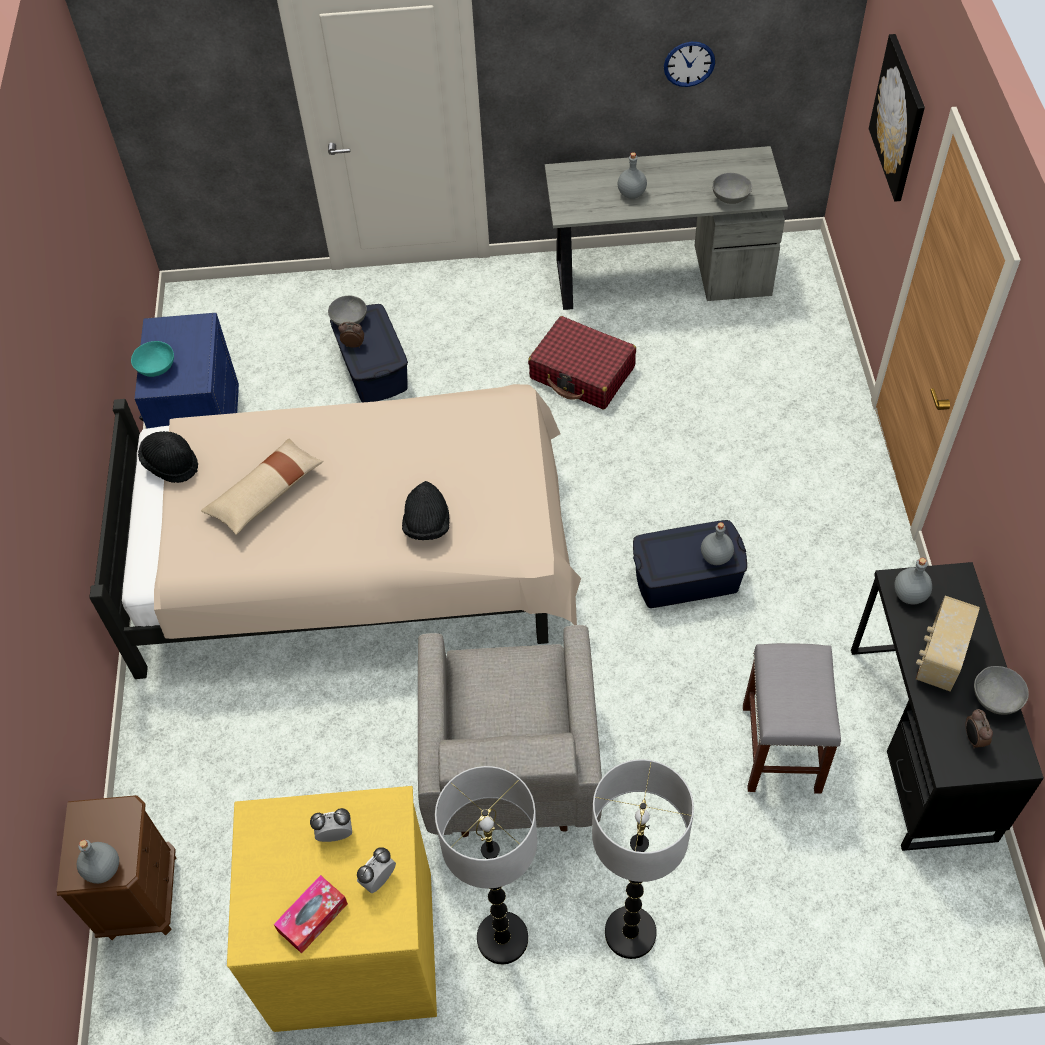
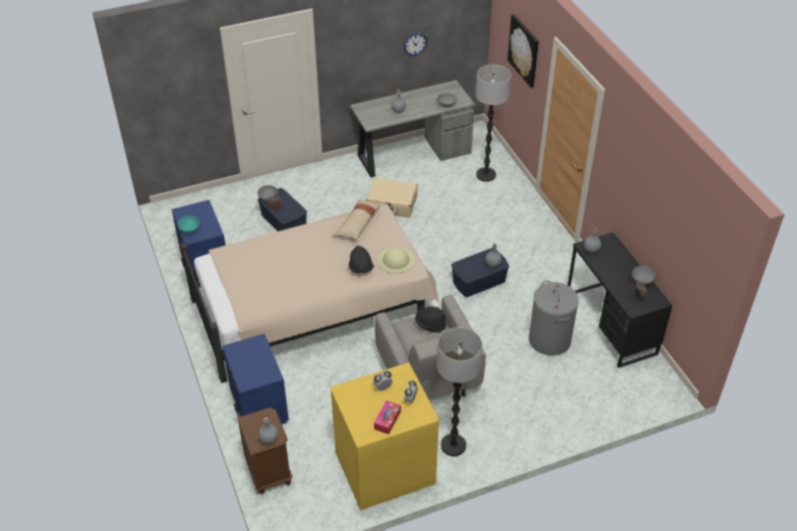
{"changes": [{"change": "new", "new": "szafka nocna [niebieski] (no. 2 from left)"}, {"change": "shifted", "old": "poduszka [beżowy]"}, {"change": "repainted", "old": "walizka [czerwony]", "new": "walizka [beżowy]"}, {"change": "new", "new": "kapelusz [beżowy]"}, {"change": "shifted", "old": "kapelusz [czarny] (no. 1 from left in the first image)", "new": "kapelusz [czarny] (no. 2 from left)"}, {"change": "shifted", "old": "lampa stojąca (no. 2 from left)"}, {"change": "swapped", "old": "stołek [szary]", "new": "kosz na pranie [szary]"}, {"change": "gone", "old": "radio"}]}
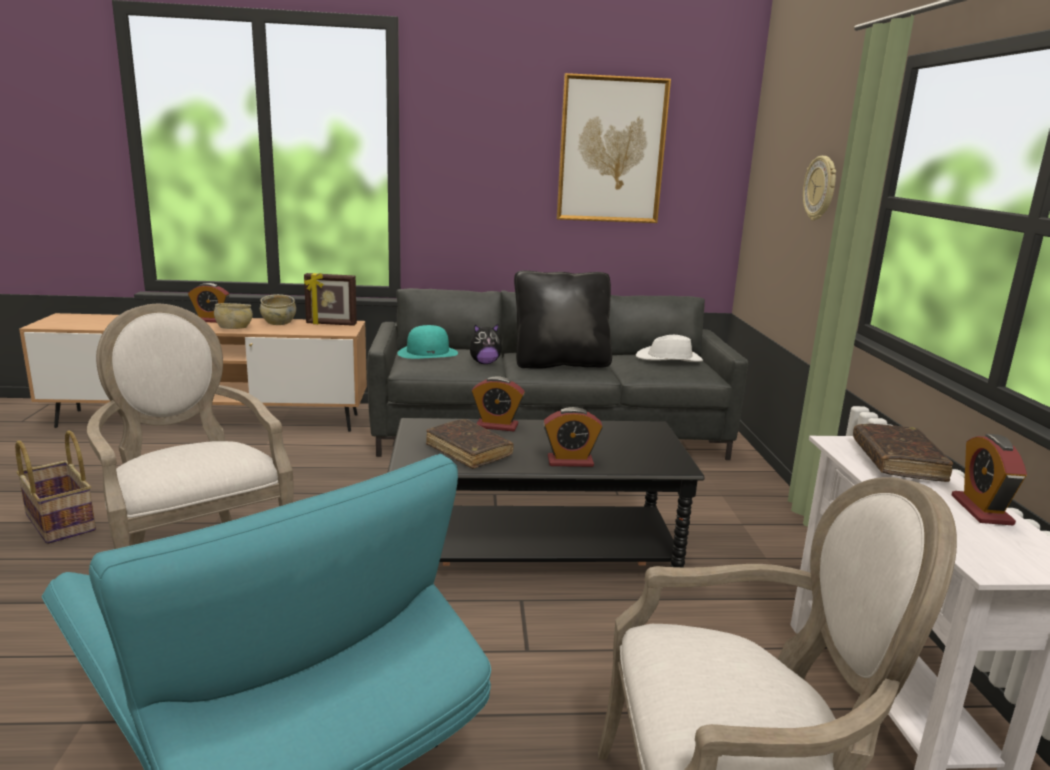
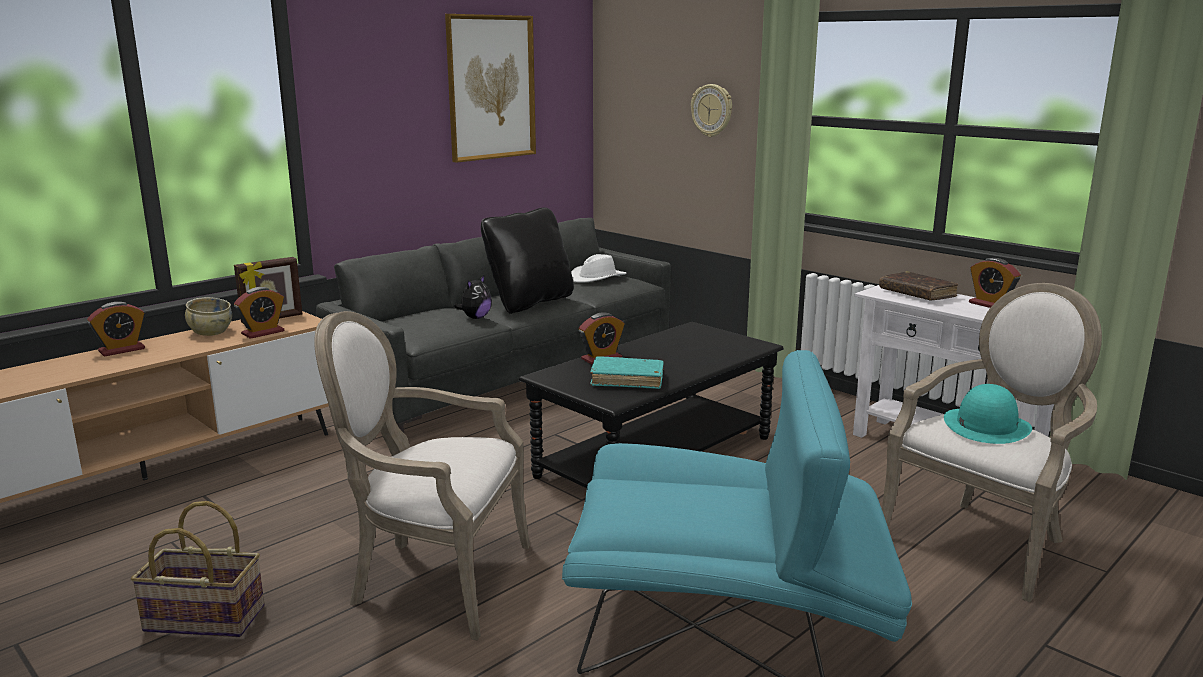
{"changes": [{"change": "shifted", "old": "budzik (no. 3 from left in the first image)", "new": "budzik (no. 2 from left)"}, {"change": "repainted", "old": "książka [brązowy] (no. 1 from left)", "new": "książka [turkusowy]"}, {"change": "shifted", "old": "kapelusz [turkusowy]"}, {"change": "gone", "old": "miska [beżowy] (no. 1 from left)"}]}
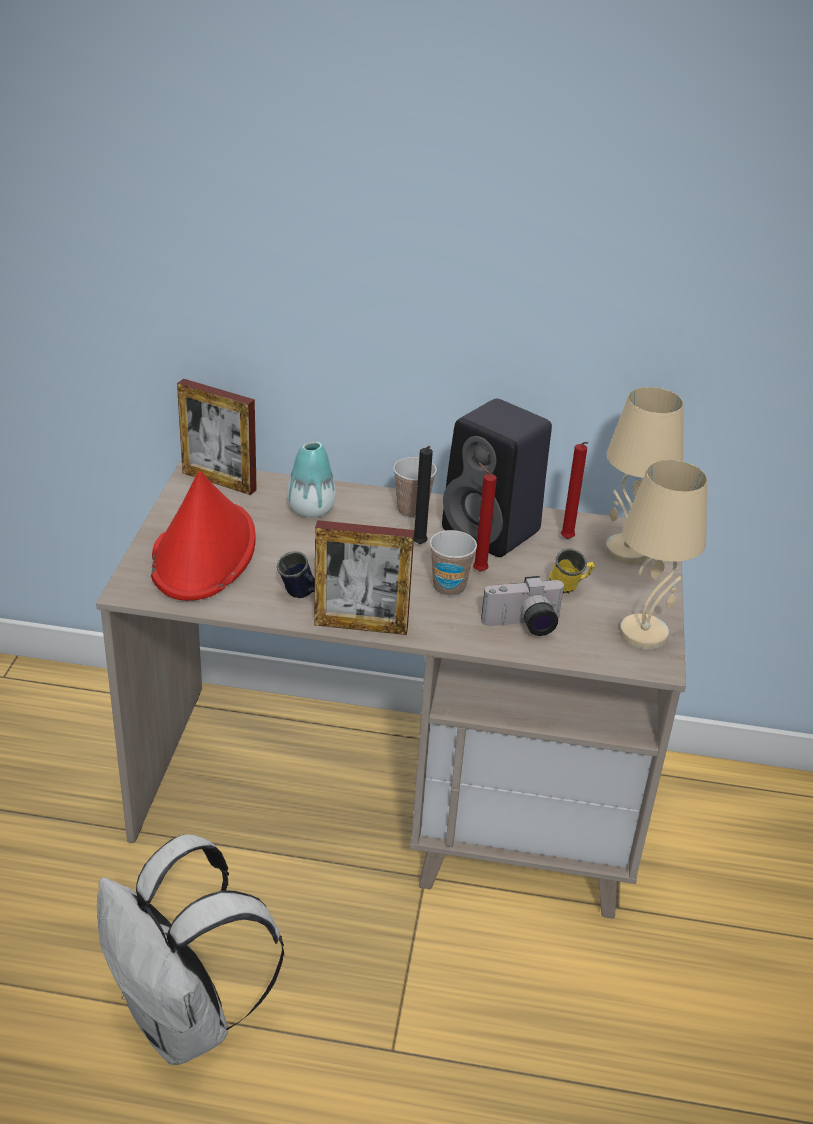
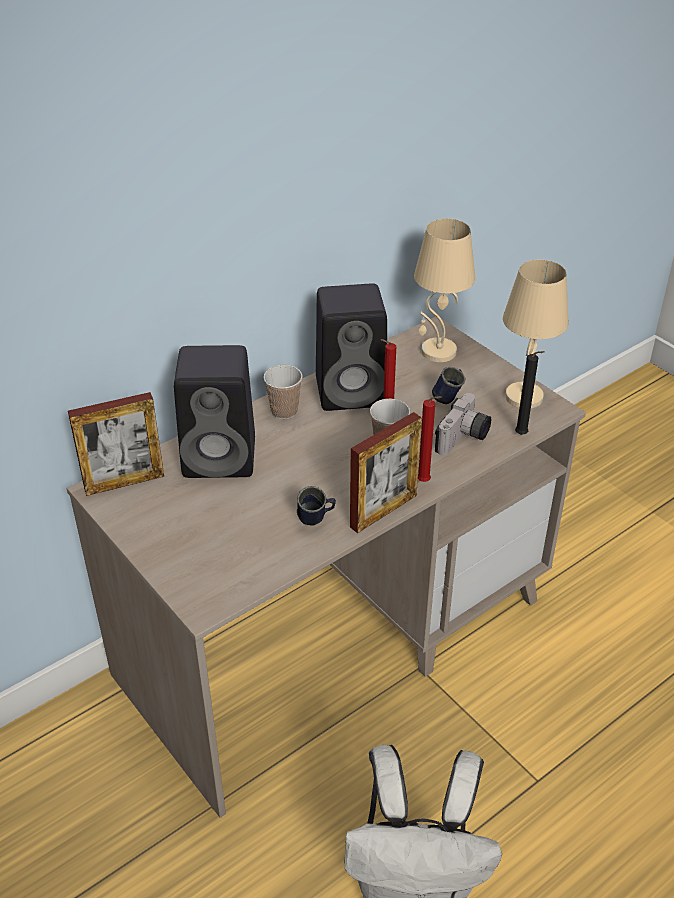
{"changes": [{"change": "swapped", "old": "wazon", "new": "głośnik [czarny] (no. 1 from left)"}, {"change": "shifted", "old": "świeca [czerwony] (no. 2 from left)"}, {"change": "repainted", "old": "kubek [żółty]", "new": "kubek [niebieski] (no. 2 from left)"}, {"change": "shifted", "old": "świeca [czarny]"}, {"change": "gone", "old": "kapelusz [czerwony]"}]}
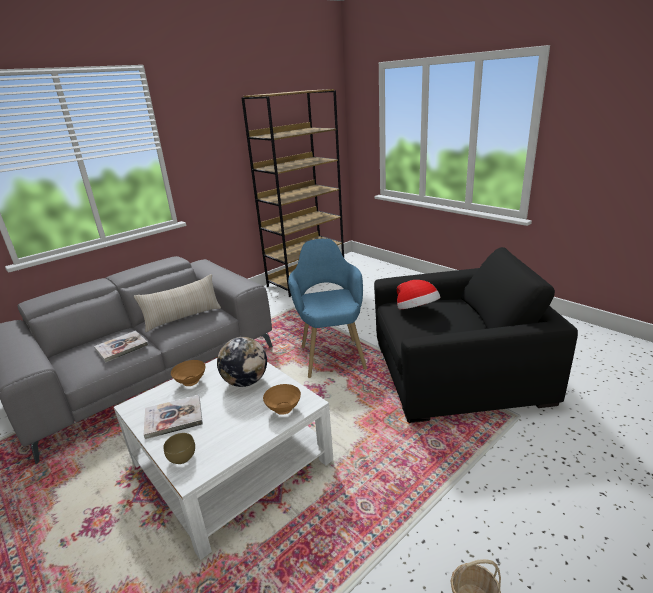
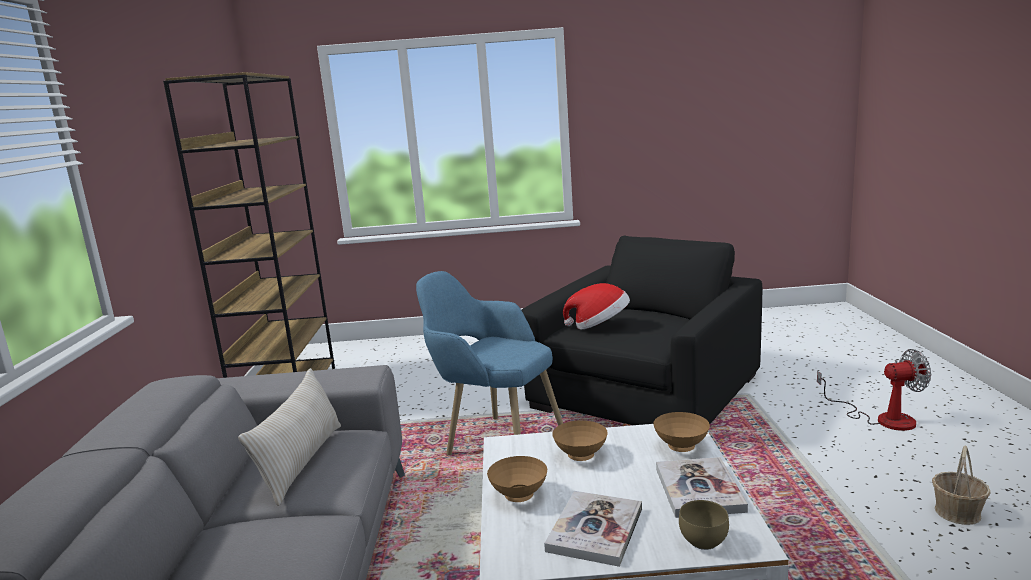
{"changes": [{"change": "swapped", "old": "globus", "new": "miska [brązowy] (no. 2 from left)"}, {"change": "shifted", "old": "książka (no. 1 from left in the first image)", "new": "książka (no. 2 from left)"}, {"change": "new", "new": "wentylator"}]}
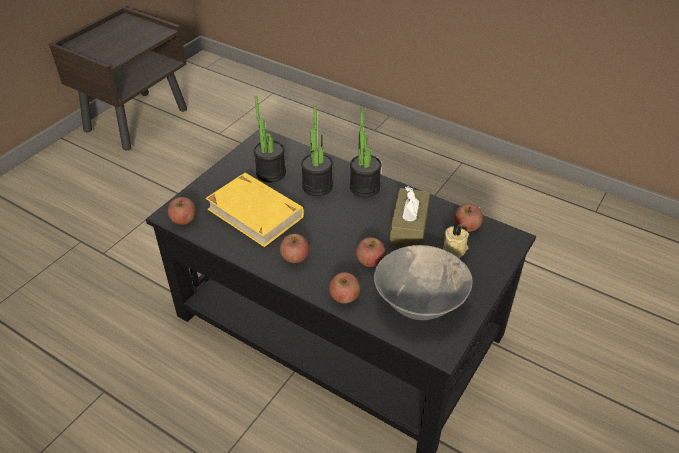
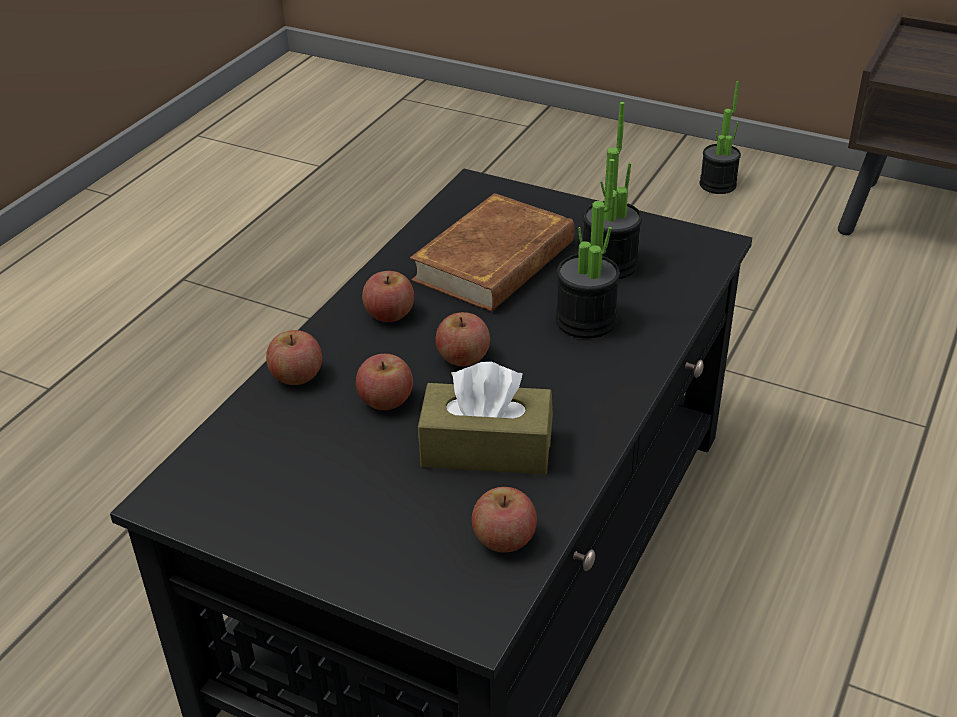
{"changes": [{"change": "repainted", "old": "książka [żółty]", "new": "książka [brązowy]"}, {"change": "shifted", "old": "jabłko (no. 1 from left in the first image)", "new": "jabłko (no. 4 from left)"}, {"change": "shifted", "old": "roślina doniczkowa (no. 3 from left)"}, {"change": "gone", "old": "miska [szary]"}, {"change": "gone", "old": "świeca [beżowy]"}]}
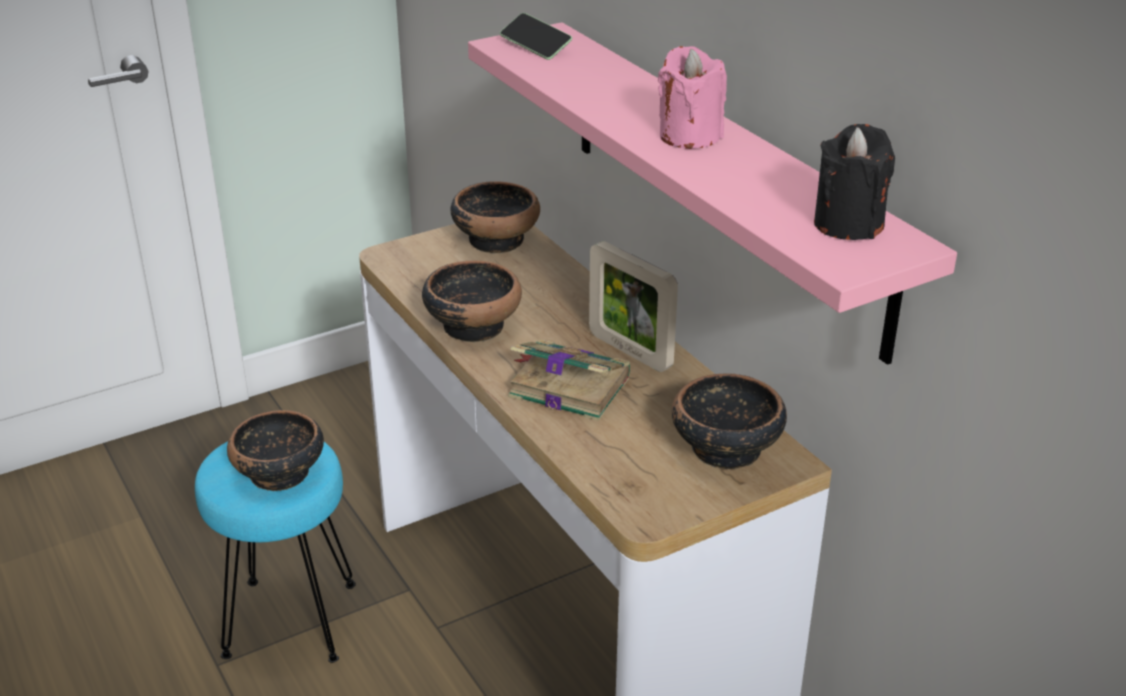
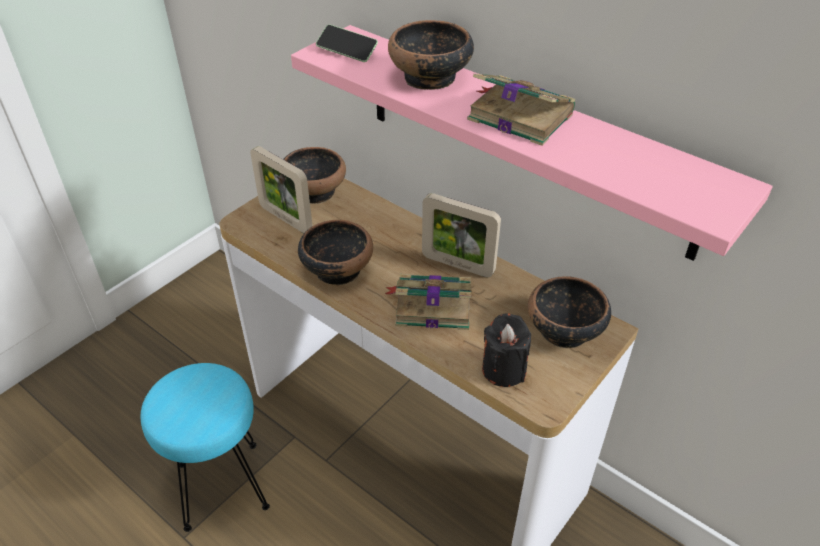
{"changes": [{"change": "new", "new": "ramka na zdjęcie (no. 1 from left)"}, {"change": "shifted", "old": "miska (no. 1 from left in the first image)", "new": "miska (no. 3 from left)"}, {"change": "swapped", "old": "świeca [różowy]", "new": "książka (no. 2 from left)"}, {"change": "shifted", "old": "świeca [czarny]"}]}
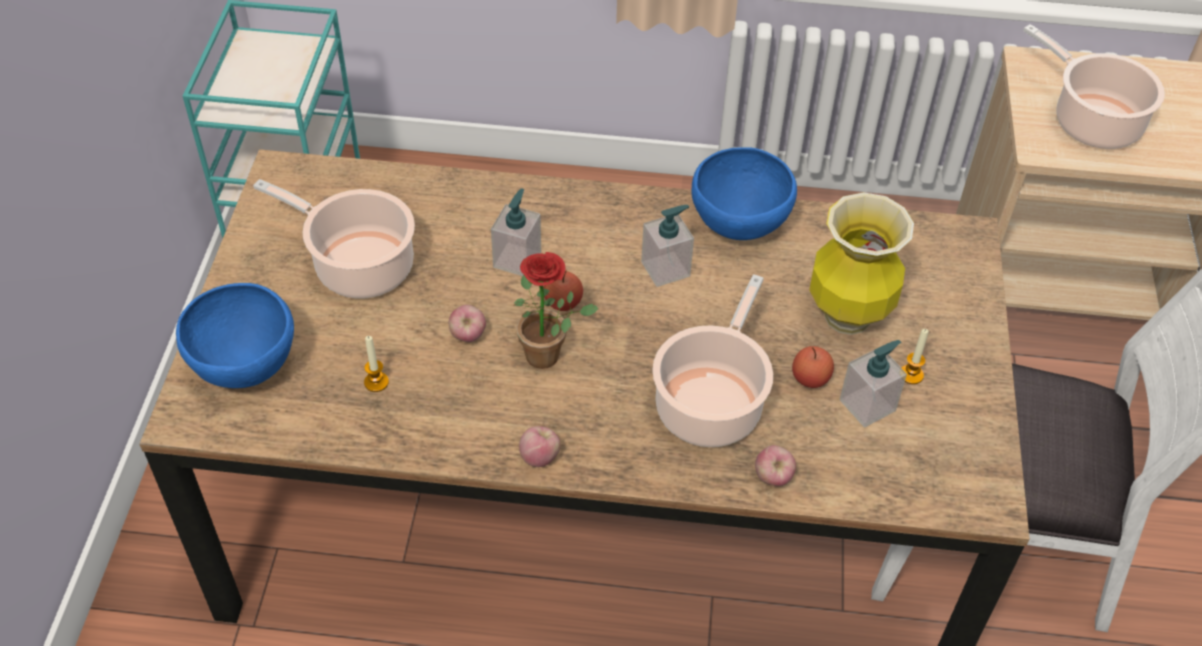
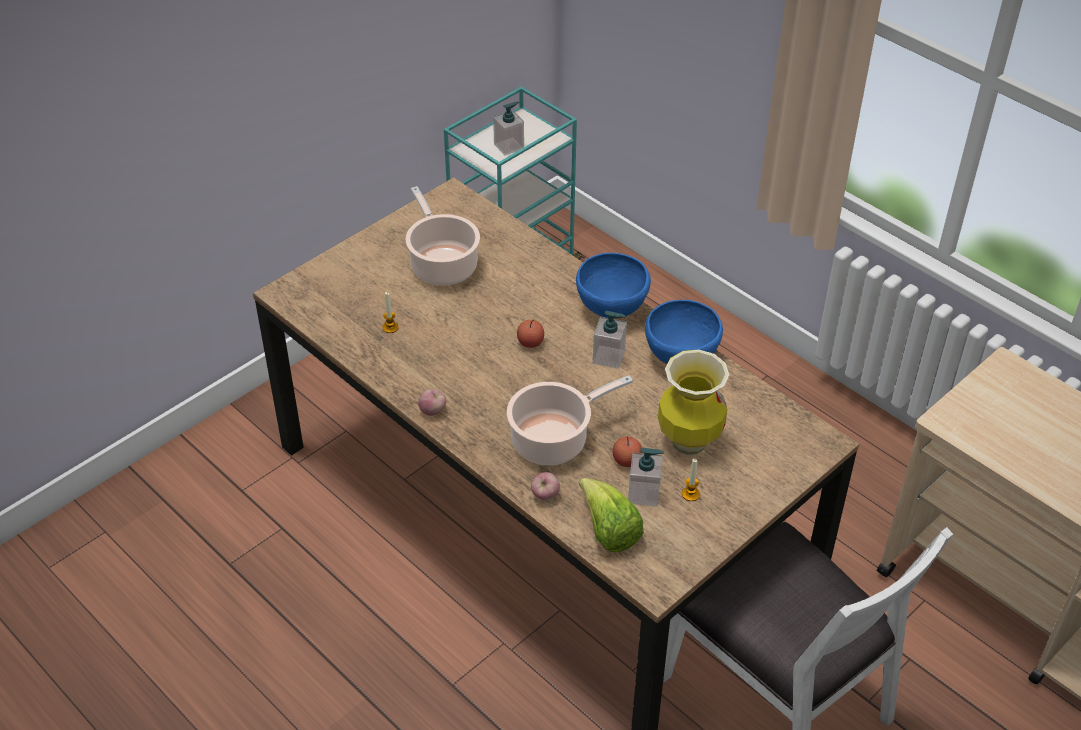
{"changes": [{"change": "shifted", "old": "dozownik mydła (no. 1 from left)"}, {"change": "shifted", "old": "miska [niebieski] (no. 1 from left)"}, {"change": "new", "new": "sałata"}, {"change": "gone", "old": "jabłko (no. 1 from left)"}, {"change": "gone", "old": "roślina doniczkowa"}, {"change": "gone", "old": "garnek (no. 3 from left)"}]}
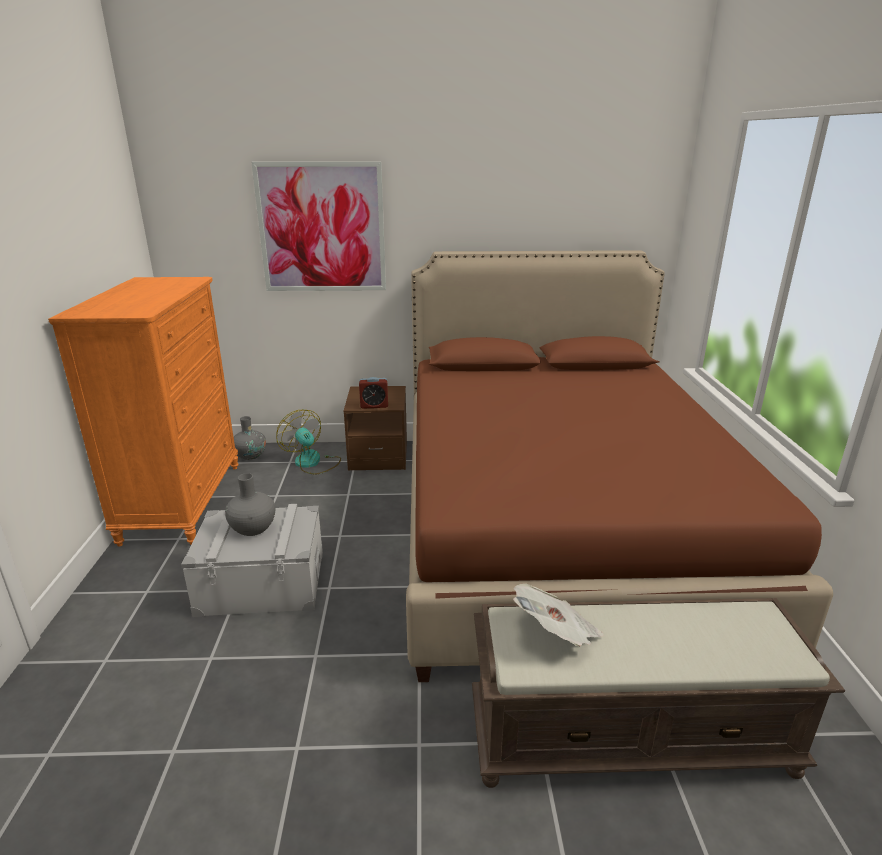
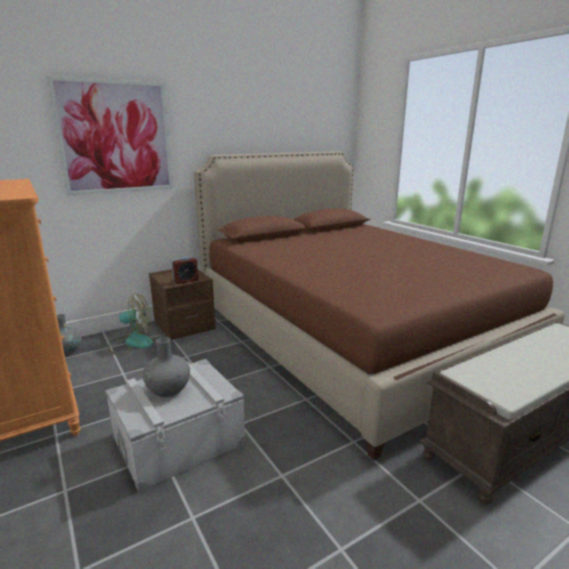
{"changes": [{"change": "rotated", "old": "wentylator", "degrees": 150}, {"change": "gone", "old": "gazeta"}]}
